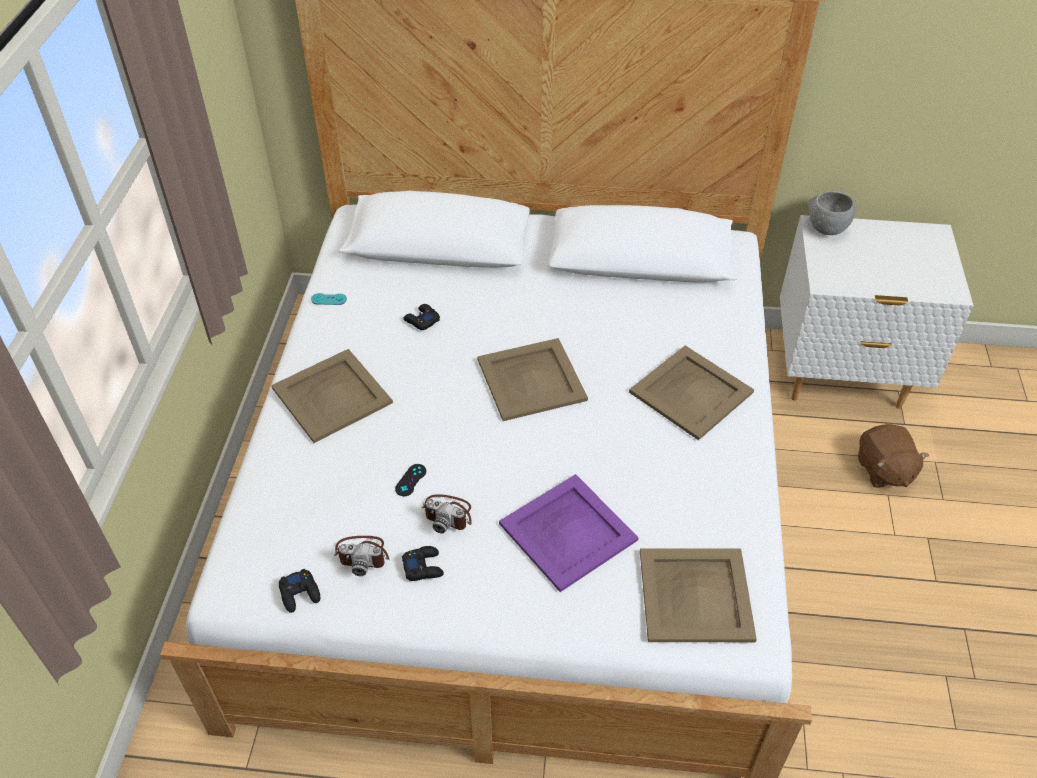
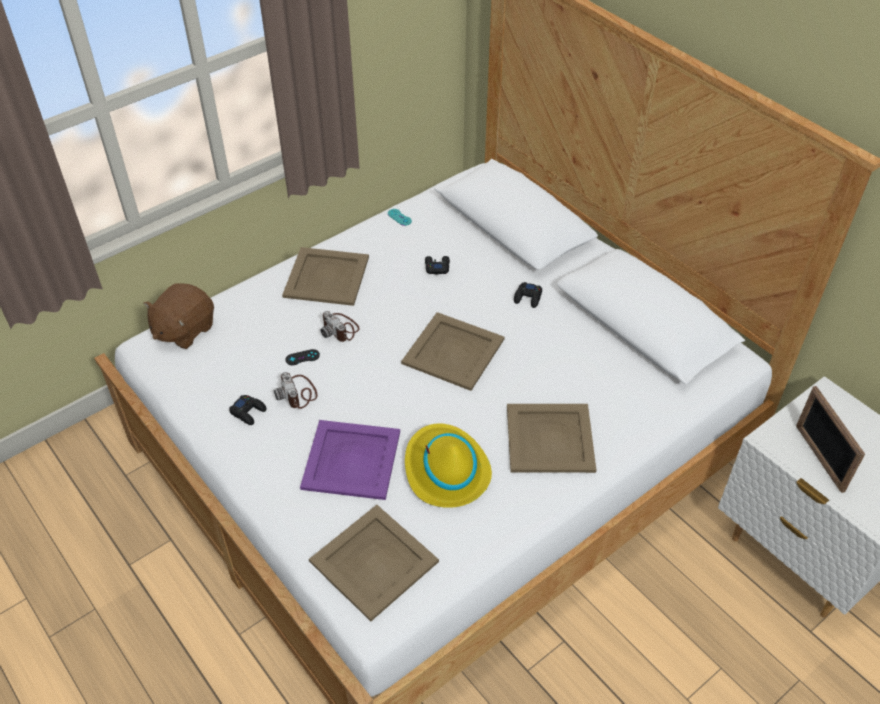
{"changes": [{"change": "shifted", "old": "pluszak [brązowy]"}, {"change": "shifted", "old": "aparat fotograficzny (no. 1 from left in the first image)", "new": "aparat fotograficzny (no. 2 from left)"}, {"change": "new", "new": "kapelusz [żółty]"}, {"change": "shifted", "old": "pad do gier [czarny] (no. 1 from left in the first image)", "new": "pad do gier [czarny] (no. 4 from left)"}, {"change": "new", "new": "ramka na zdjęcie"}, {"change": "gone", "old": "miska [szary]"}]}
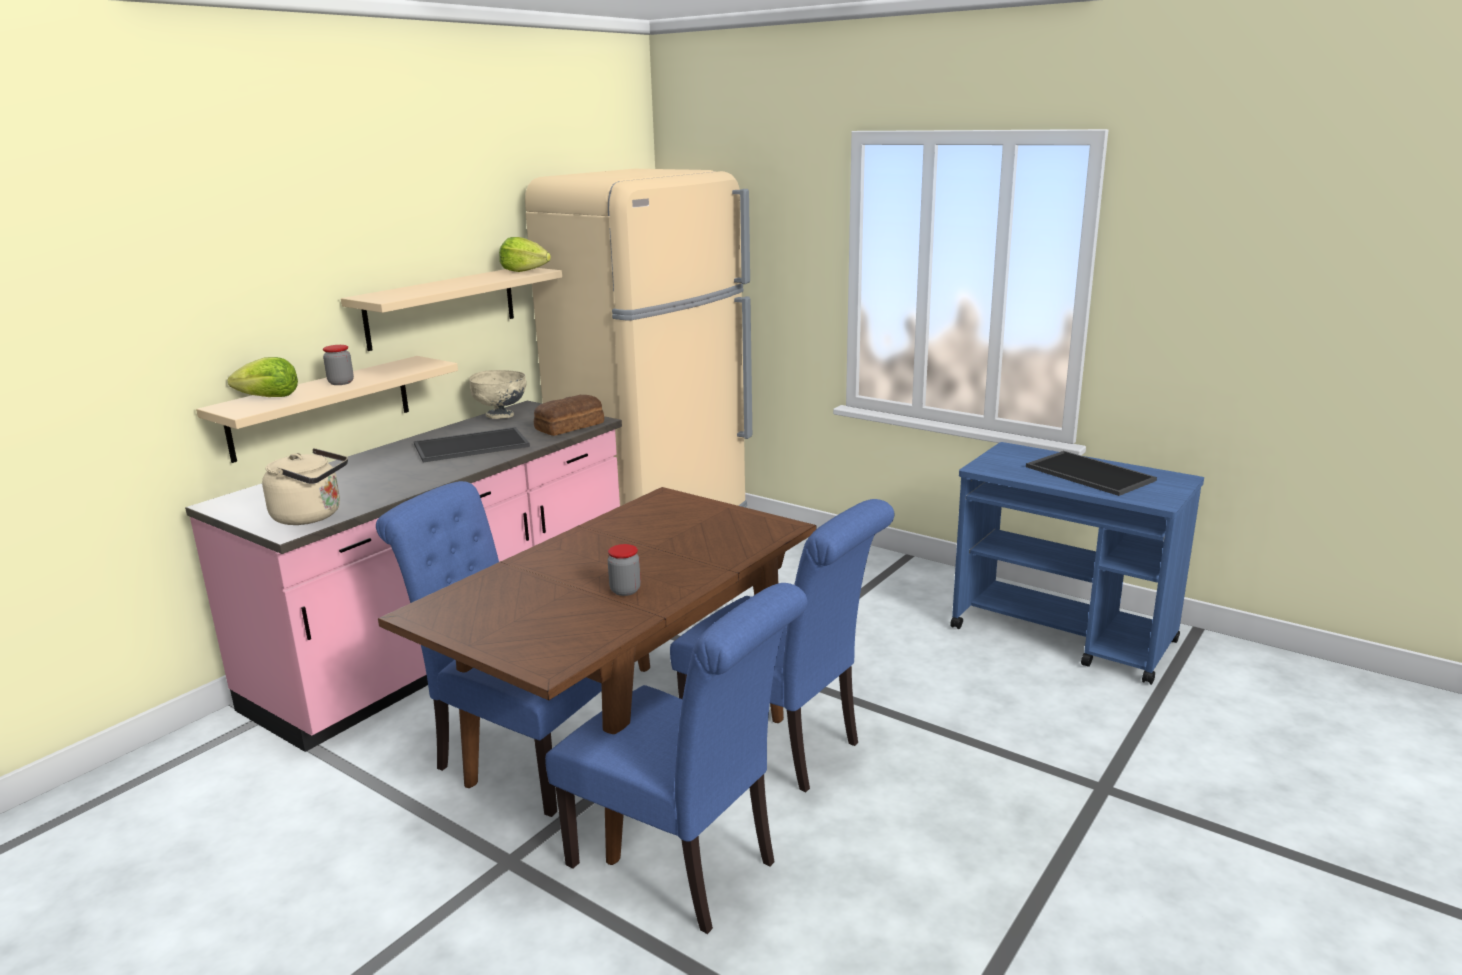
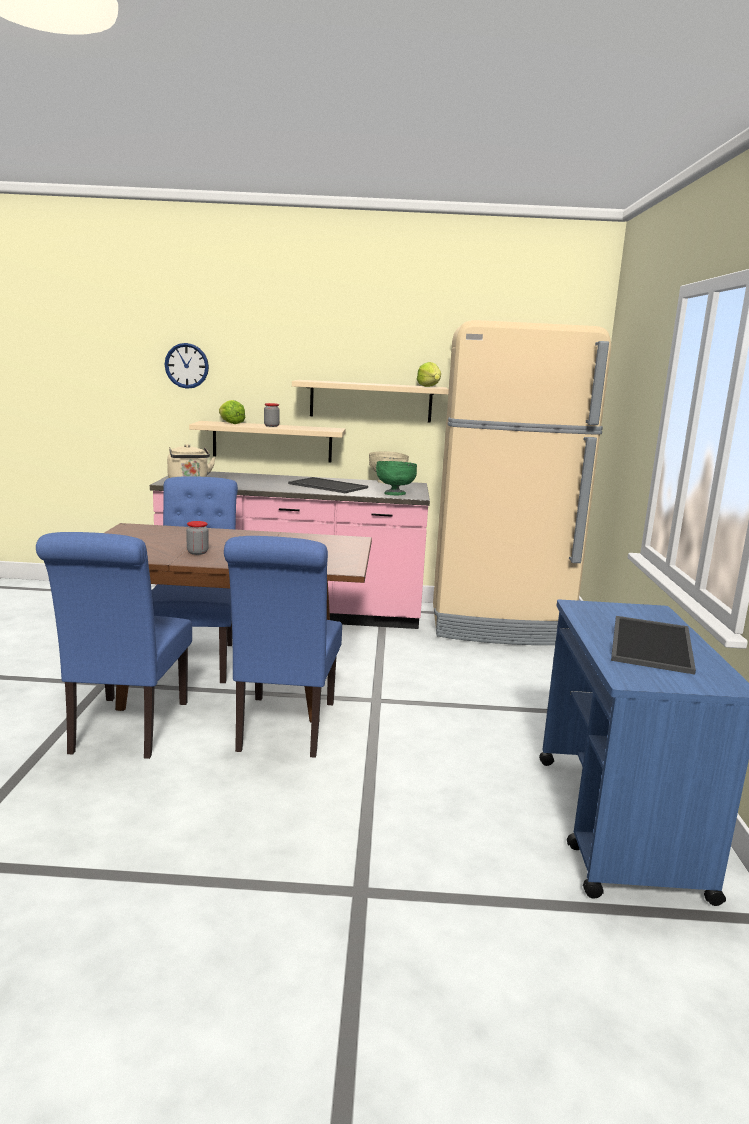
{"changes": [{"change": "new", "new": "zegar ścienny"}, {"change": "swapped", "old": "chleb", "new": "miska [zielony]"}]}
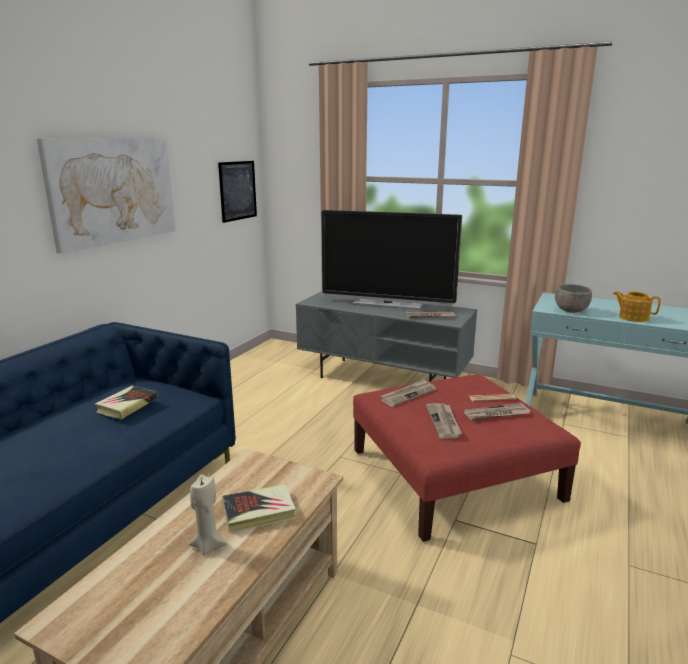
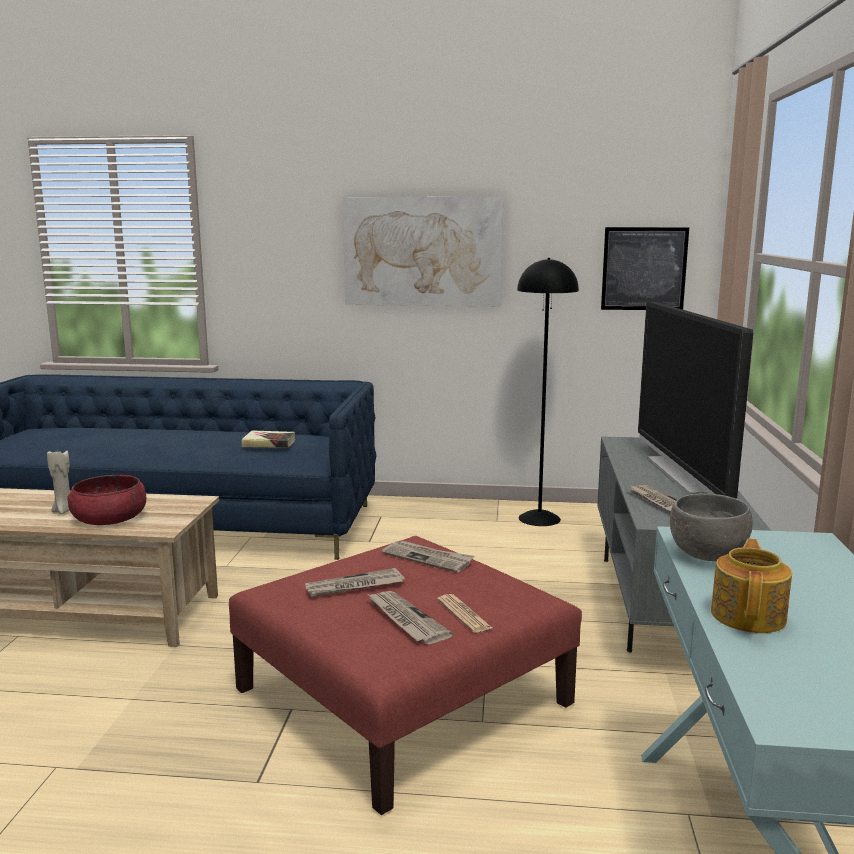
{"changes": [{"change": "swapped", "old": "książka (no. 2 from left)", "new": "miska [czerwony]"}, {"change": "new", "new": "lampa stojąca [czarny]"}]}
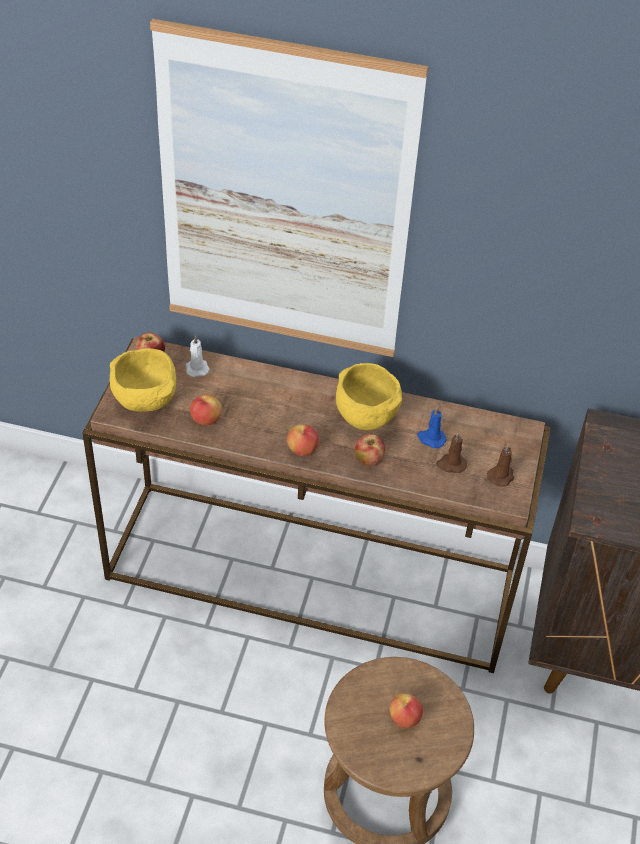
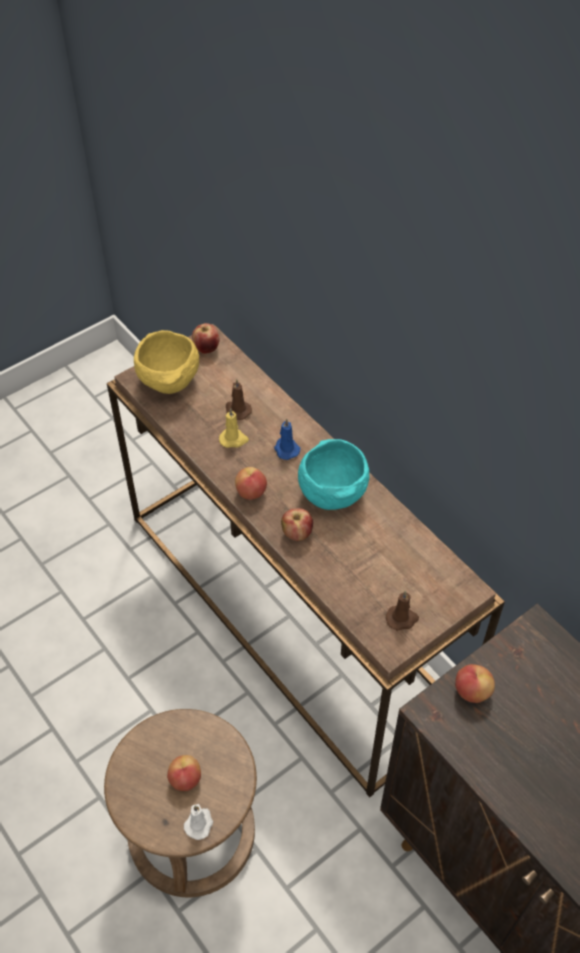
{"changes": [{"change": "shifted", "old": "świeca [biały]"}, {"change": "new", "new": "świeca [żółty]"}, {"change": "shifted", "old": "świeca [brązowy] (no. 1 from left)"}, {"change": "shifted", "old": "świeca [niebieski]"}, {"change": "repainted", "old": "miska [żółty] (no. 2 from left)", "new": "miska [turkusowy]"}, {"change": "shifted", "old": "jabłko (no. 2 from left in the first image)", "new": "jabłko (no. 5 from left)"}, {"change": "gone", "old": "obraz"}]}
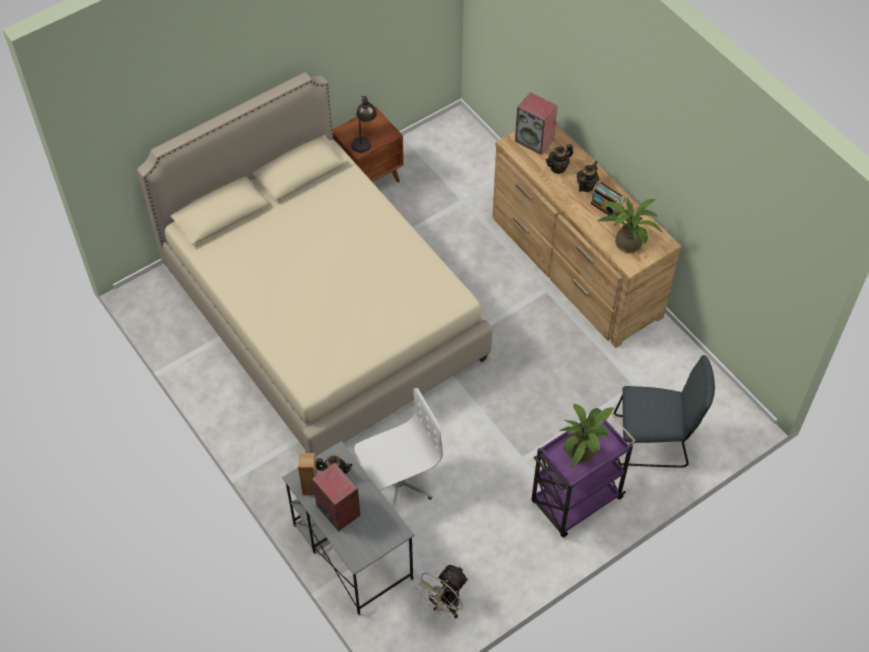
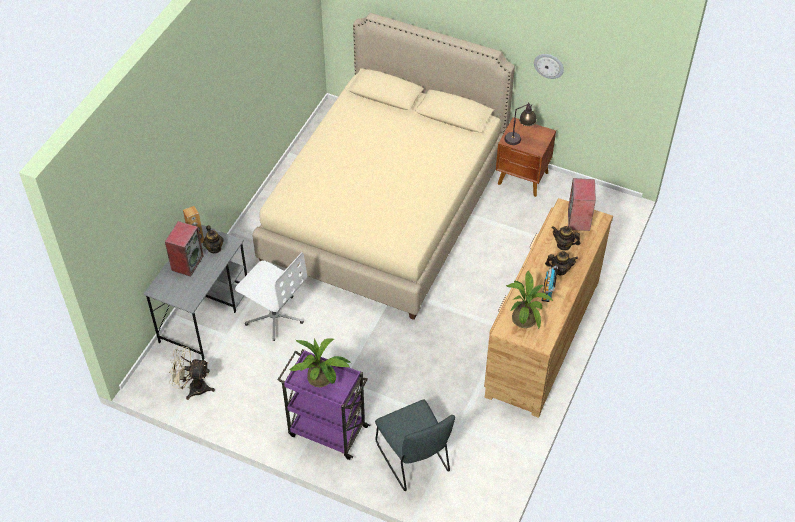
{"changes": [{"change": "new", "new": "zegar ścienny"}]}
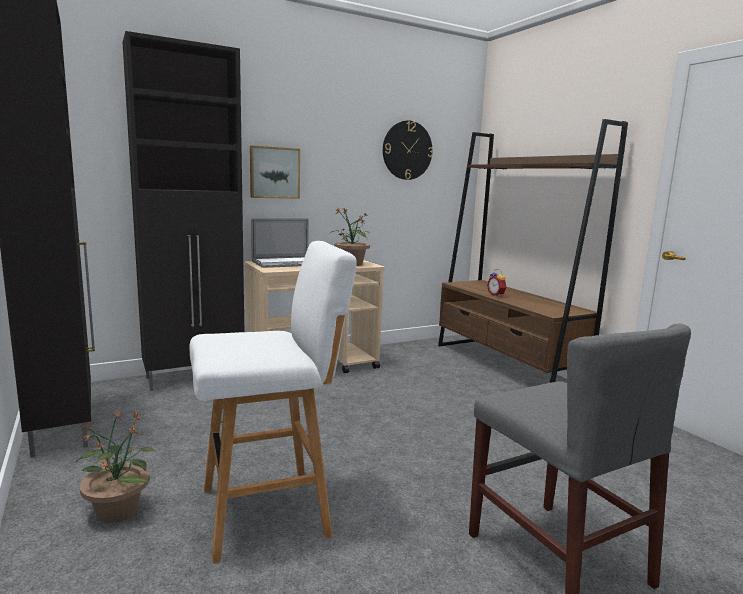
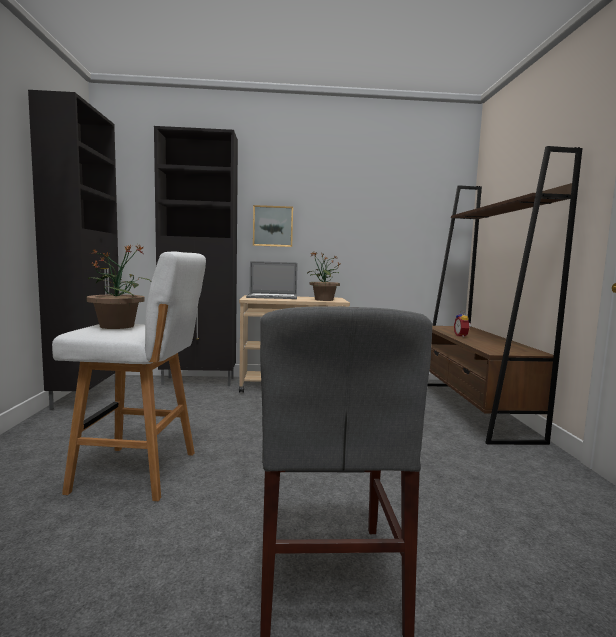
{"changes": [{"change": "shifted", "old": "roślina doniczkowa (no. 1 from left)"}, {"change": "gone", "old": "zegar ścienny"}]}
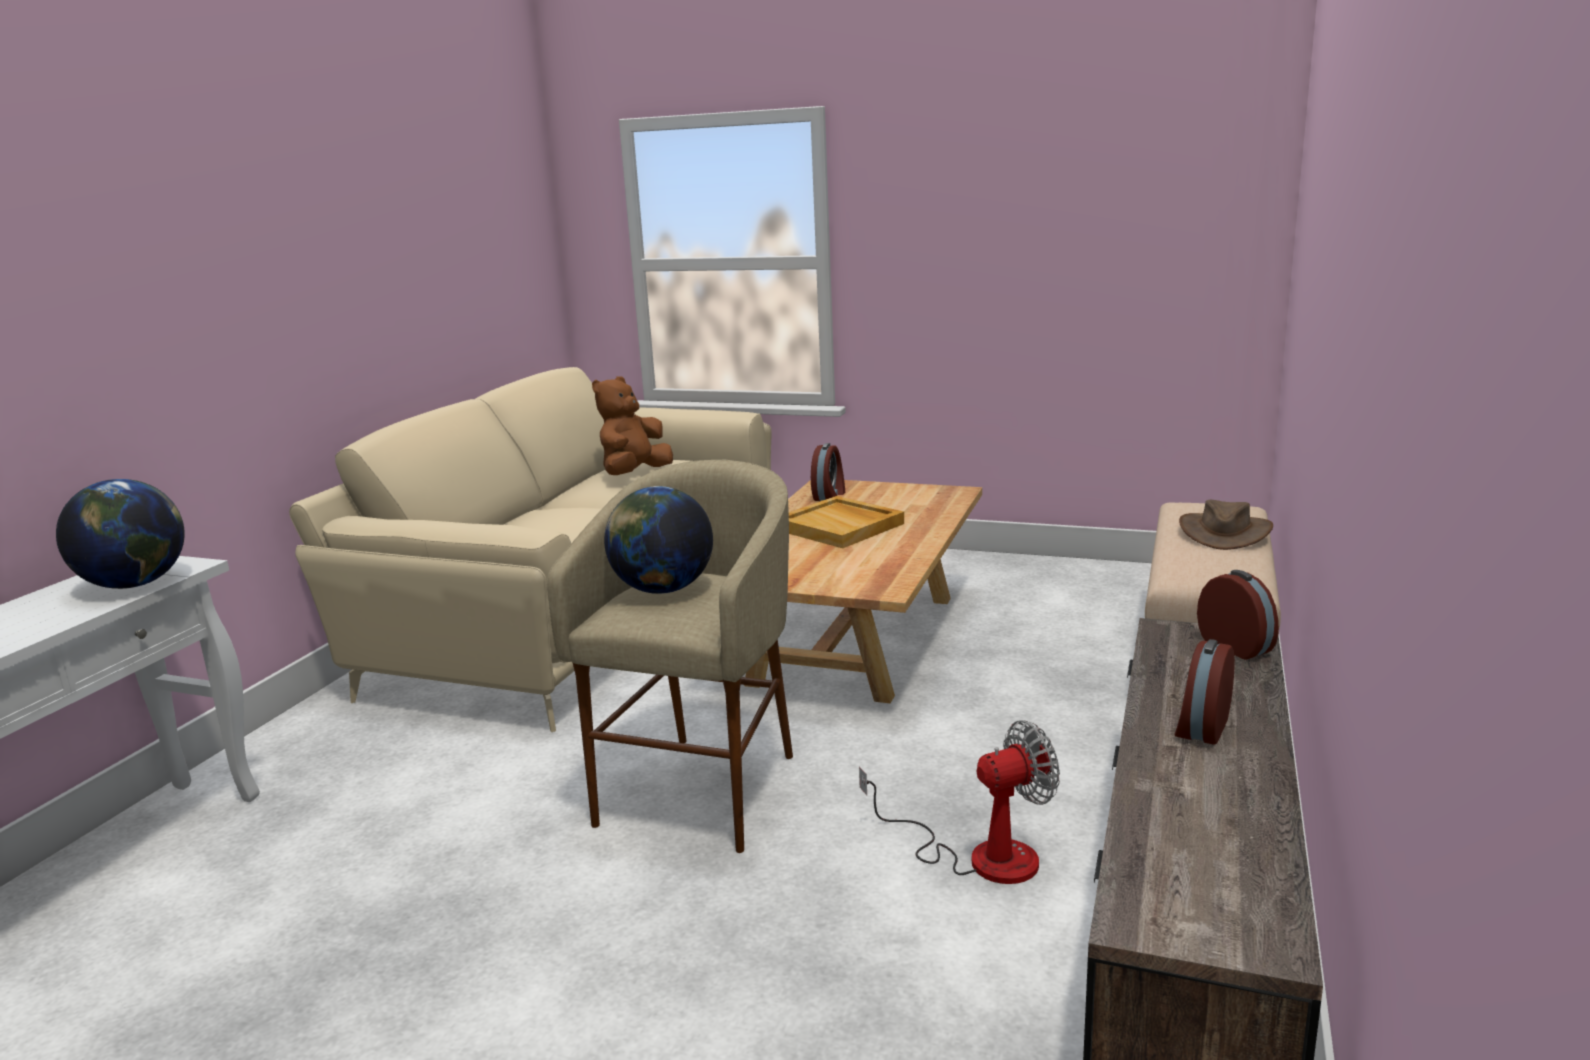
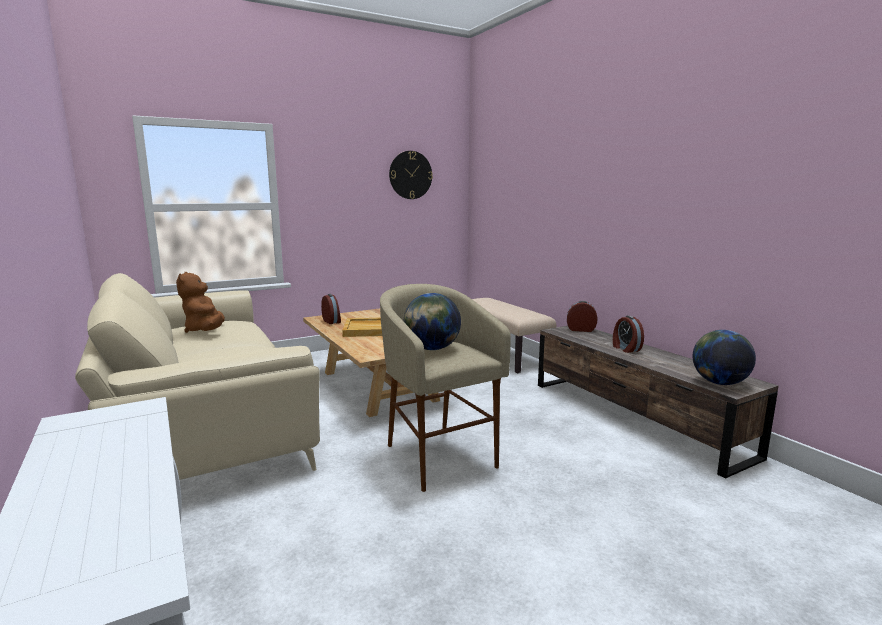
{"changes": [{"change": "new", "new": "zegar ścienny"}, {"change": "shifted", "old": "globus (no. 1 from left in the first image)", "new": "globus (no. 2 from left)"}, {"change": "gone", "old": "wentylator"}, {"change": "gone", "old": "kapelusz [brązowy]"}]}
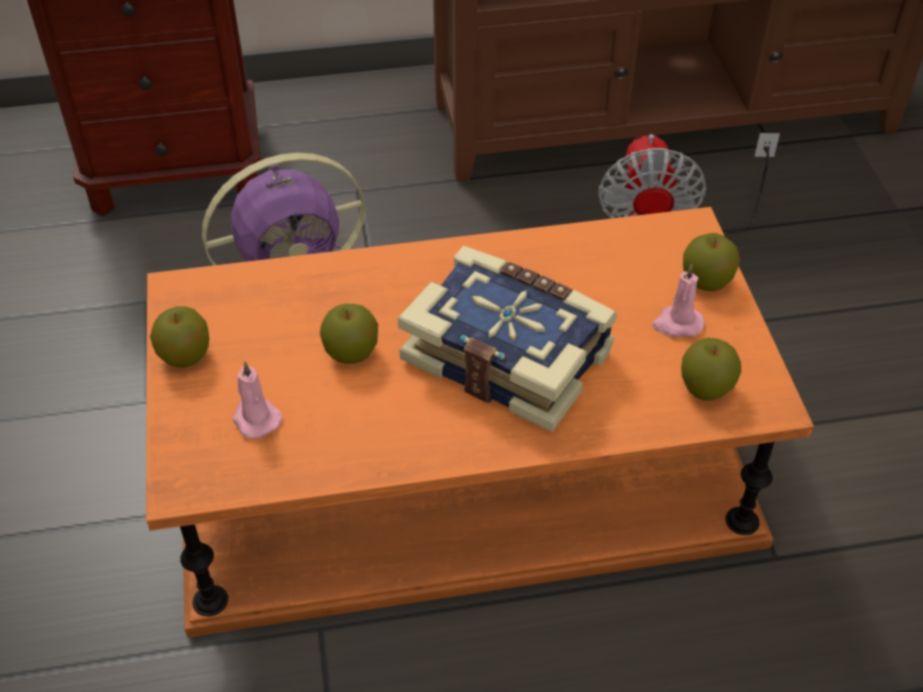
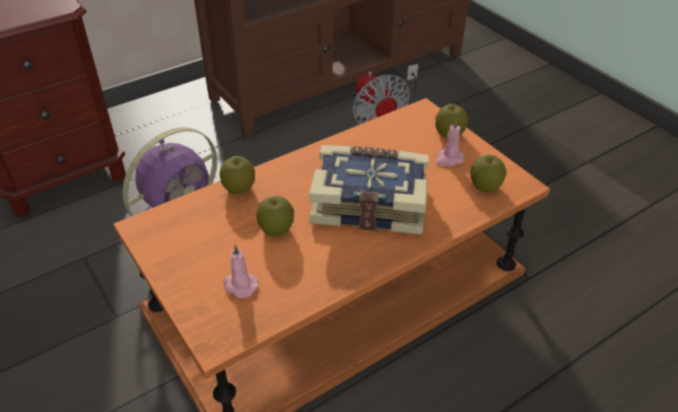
{"changes": [{"change": "shifted", "old": "jabłko (no. 1 from left)"}]}
